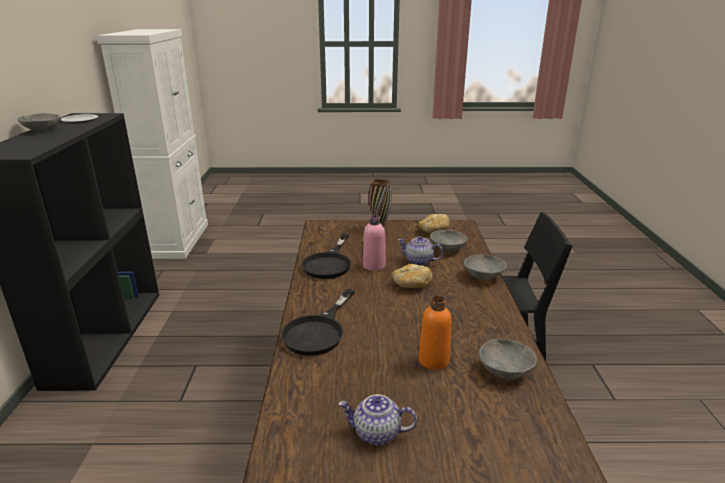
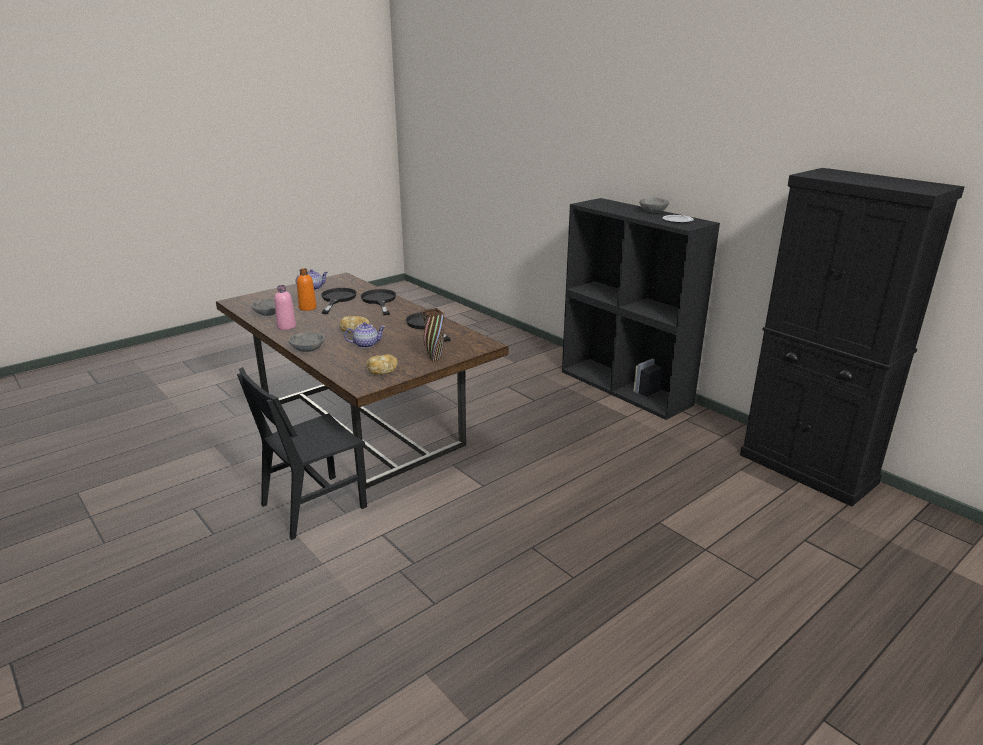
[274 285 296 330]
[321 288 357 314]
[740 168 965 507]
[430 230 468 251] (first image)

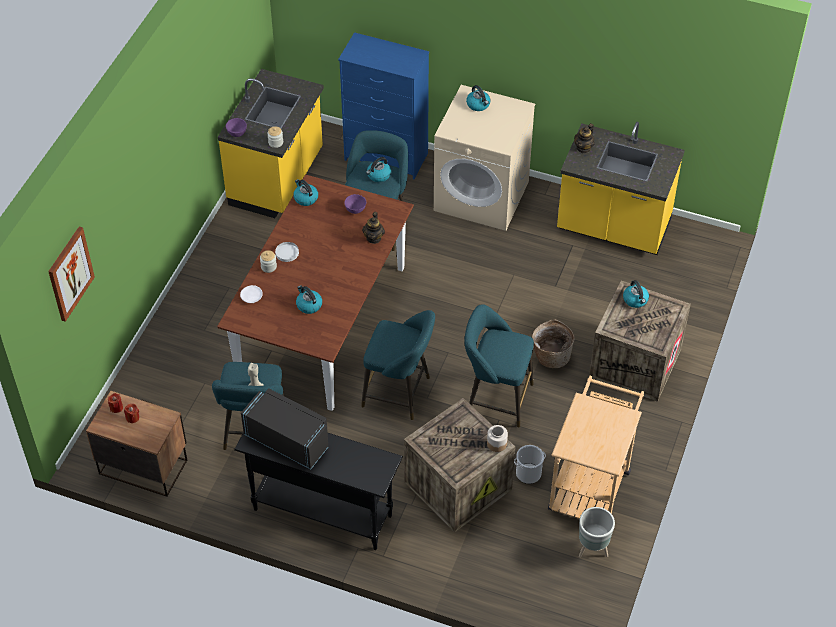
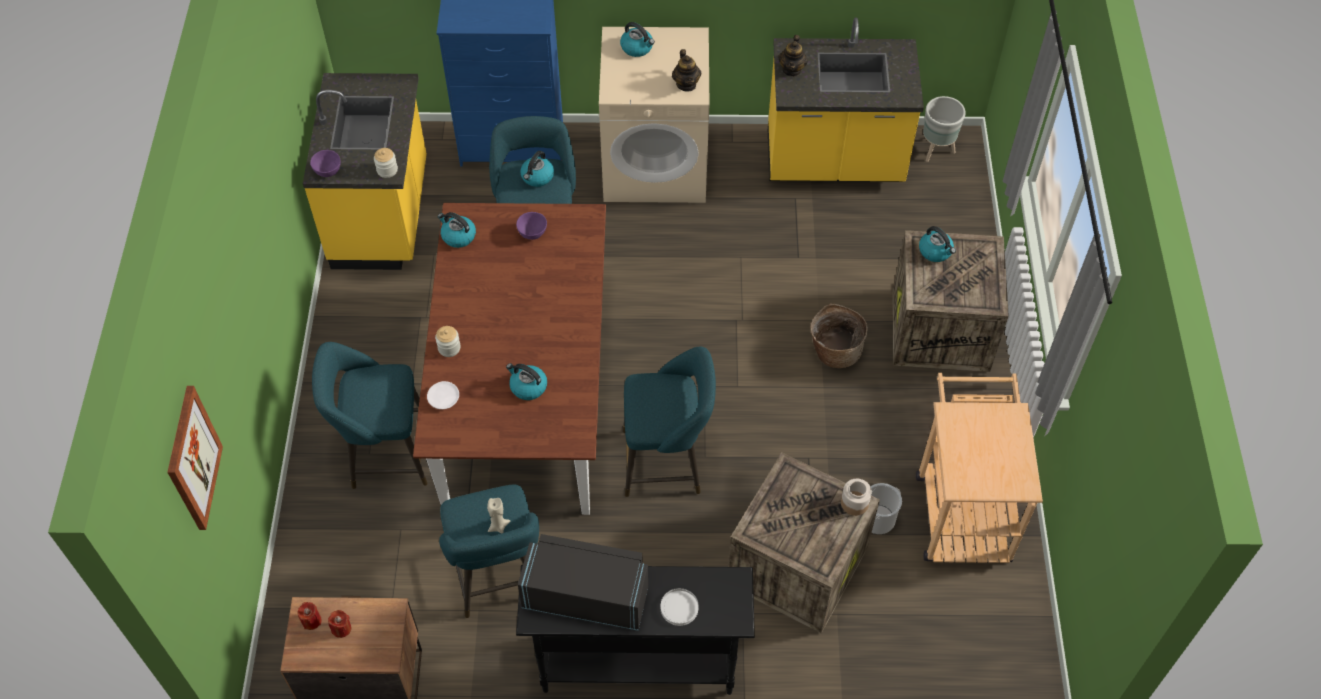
[312 342 428 489]
[661 588 699 626]
[672 49 701 92]
[923 96 966 162]

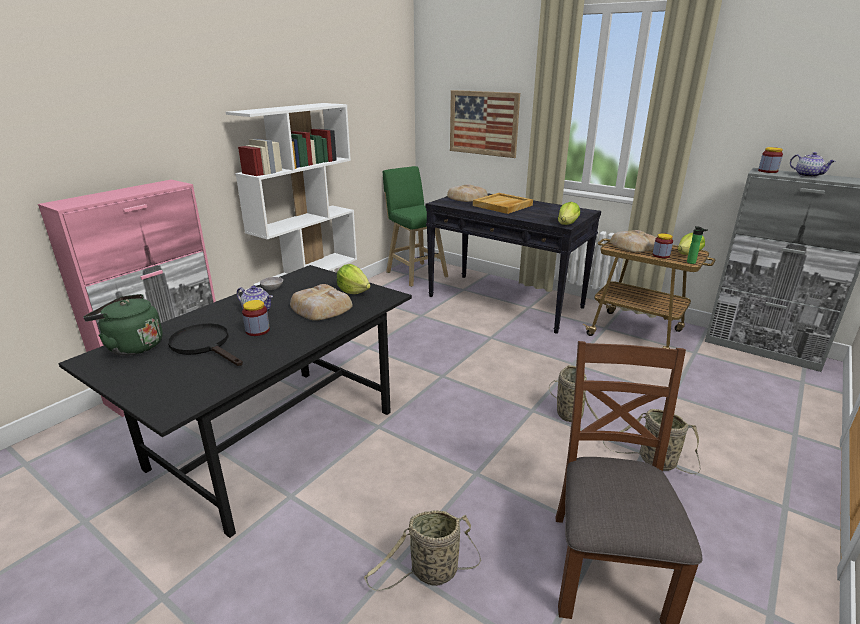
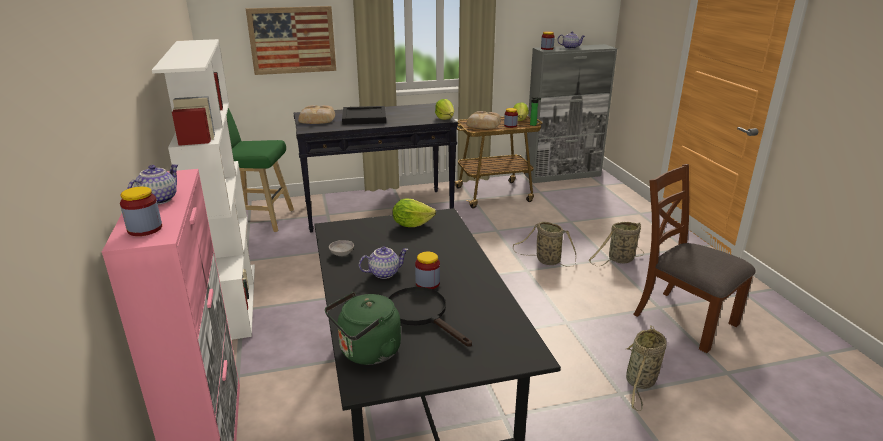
[120 187 162 236]
[128 164 178 205]
[342 106 386 125]
[389 287 472 347]
[290 284 353 321] (first image)

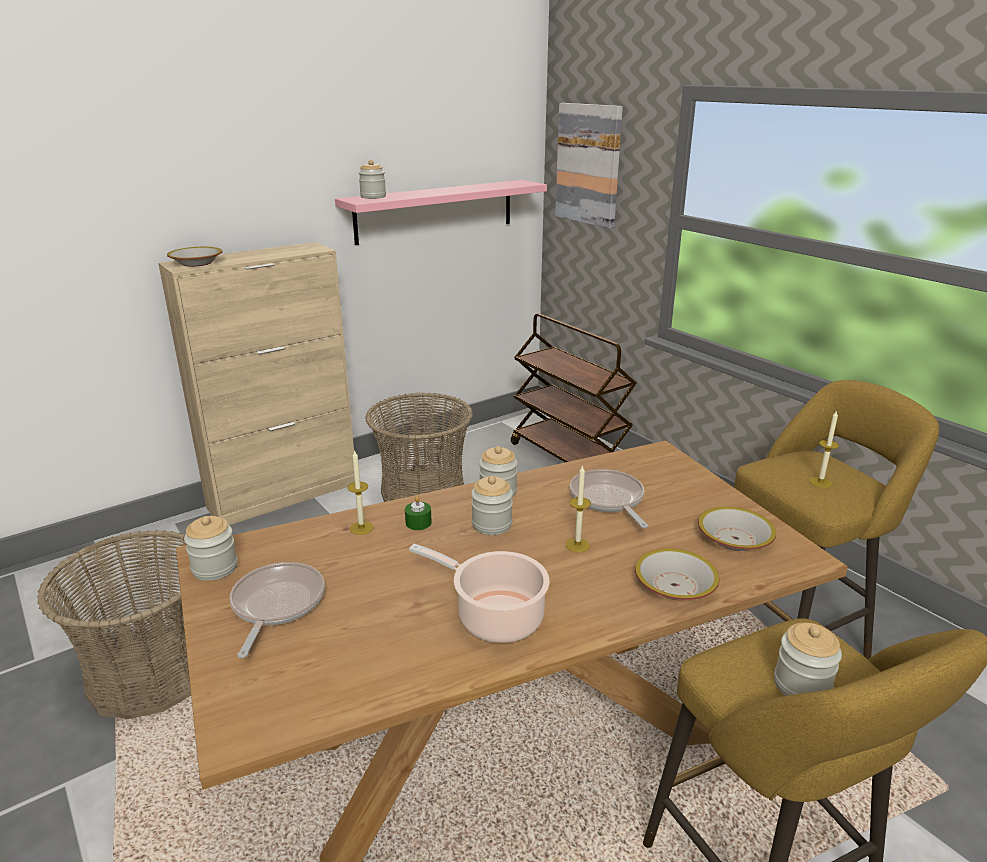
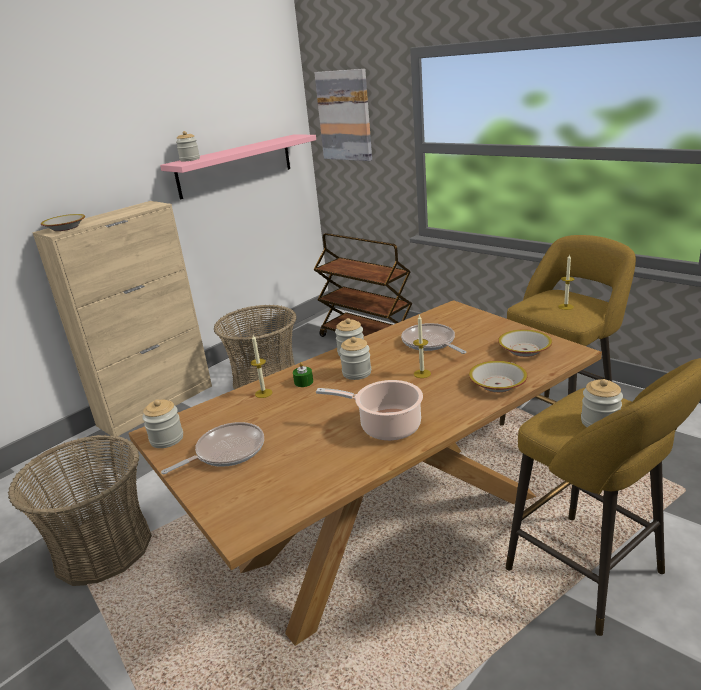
[161 422 264 474]

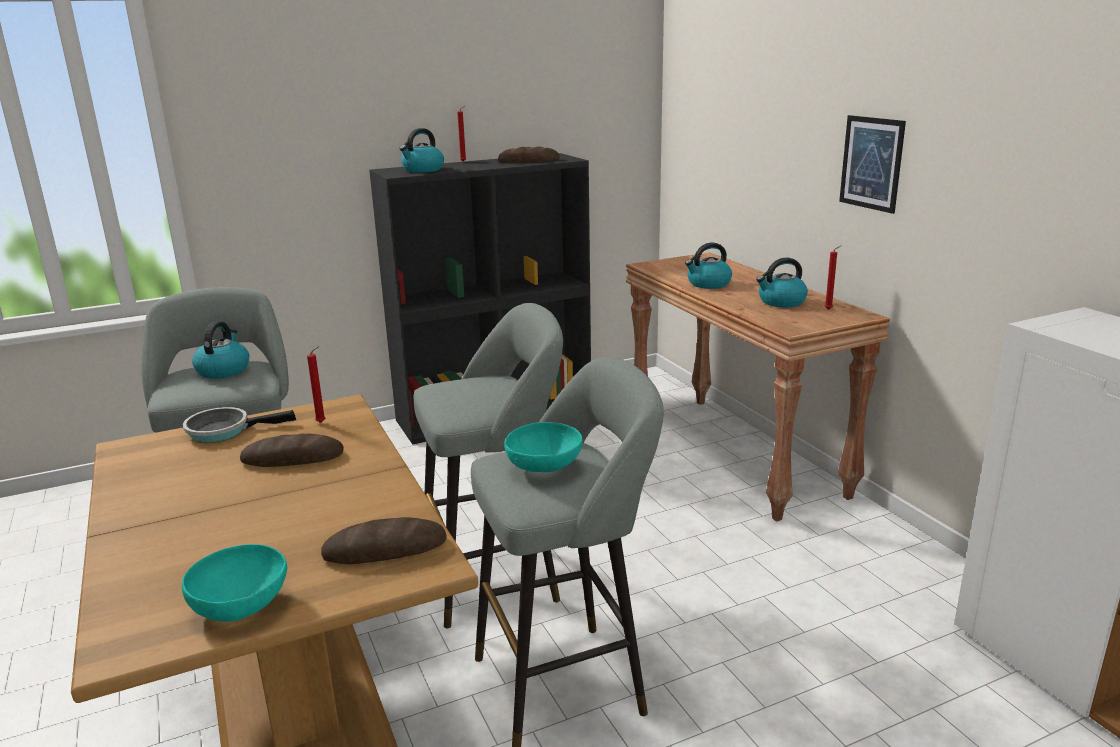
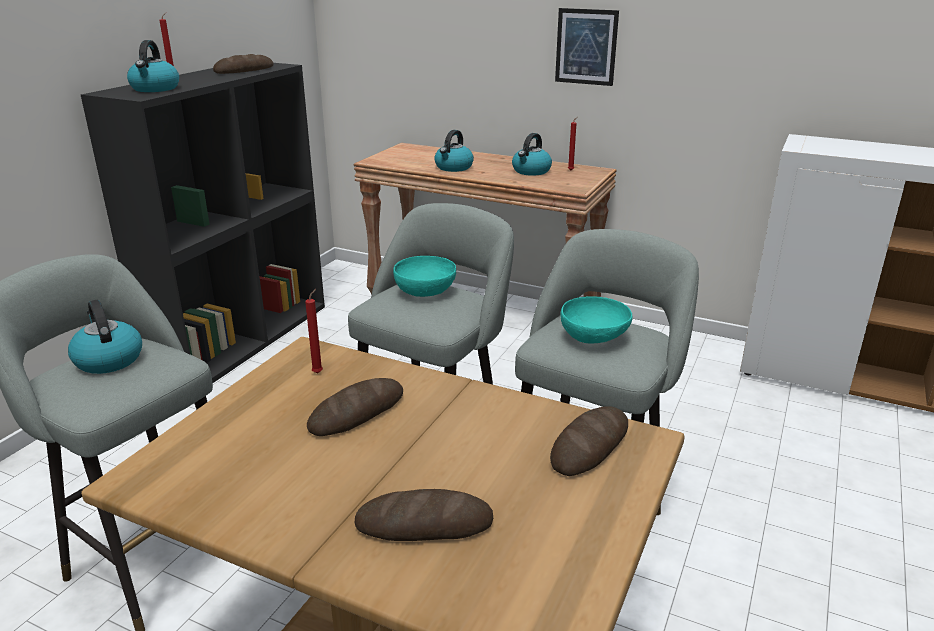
[355 489 493 541]
[393 256 456 297]
[183 407 296 443] (first image)

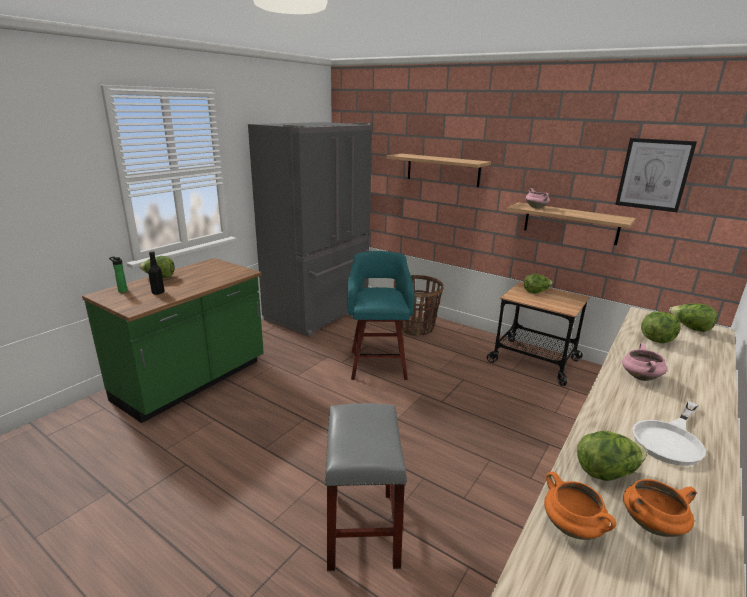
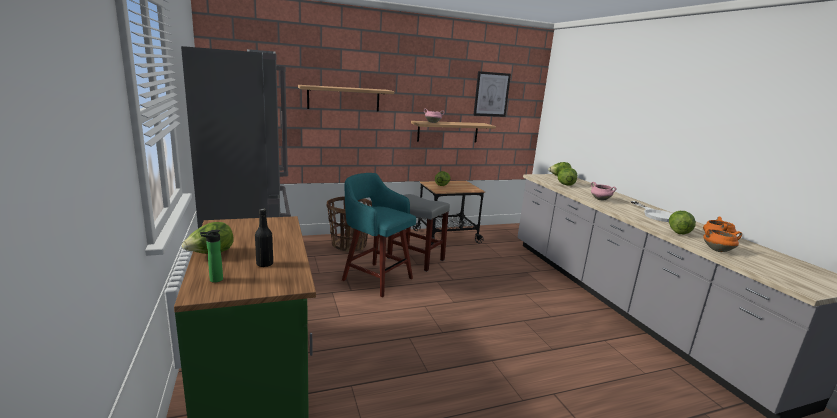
[387 194 450 272]

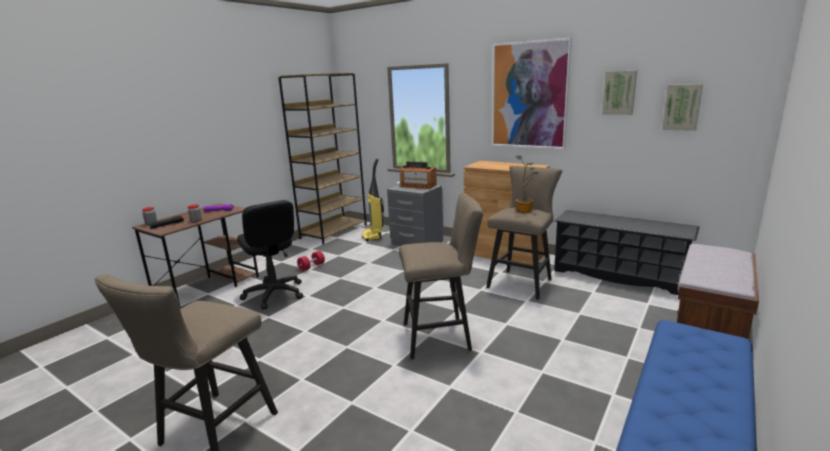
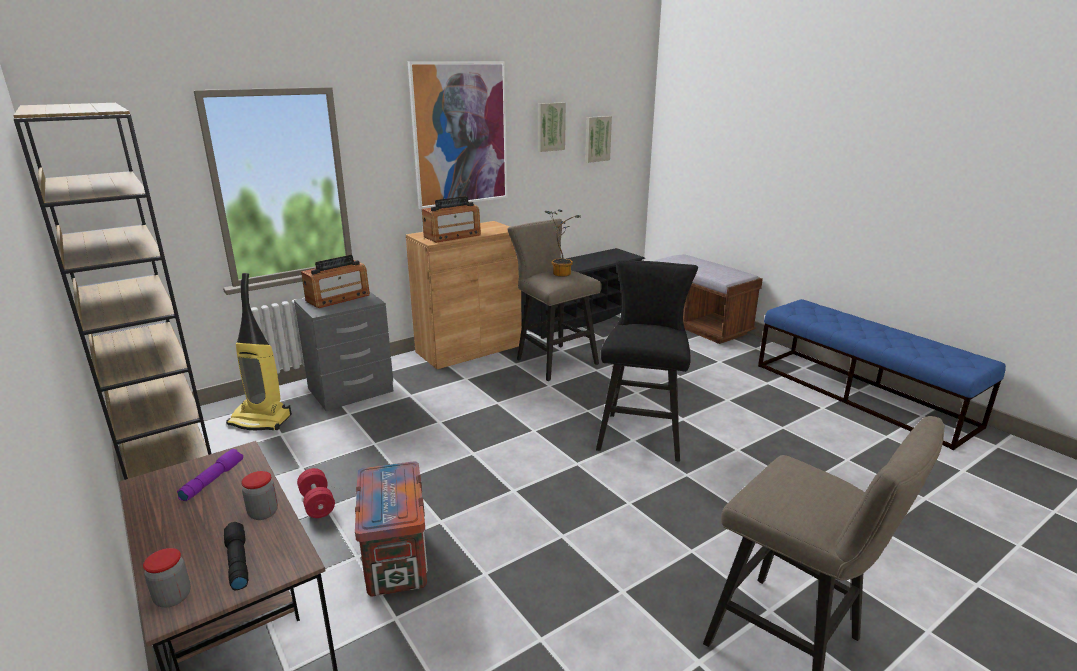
[355 461 428 596]
[422 196 481 243]
[596 260 698 462]

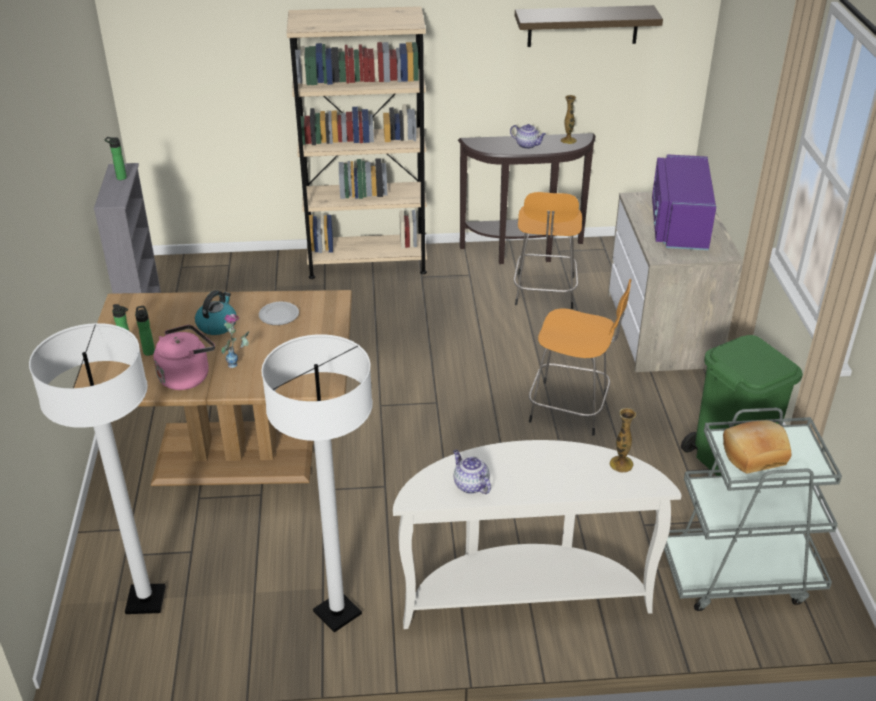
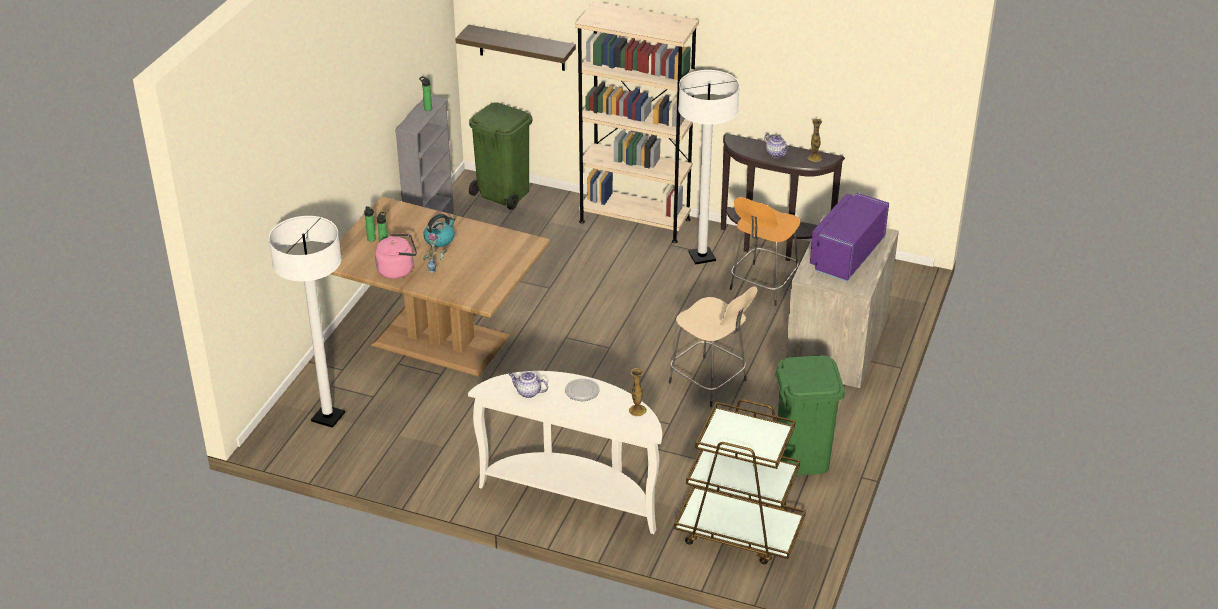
[455 24 576 71]
[469 102 533 210]
[509 371 548 398]
[565 378 600 401]
[669 286 757 407]
[674 399 806 564]
[678 70 740 265]
[723 420 791 474] (first image)

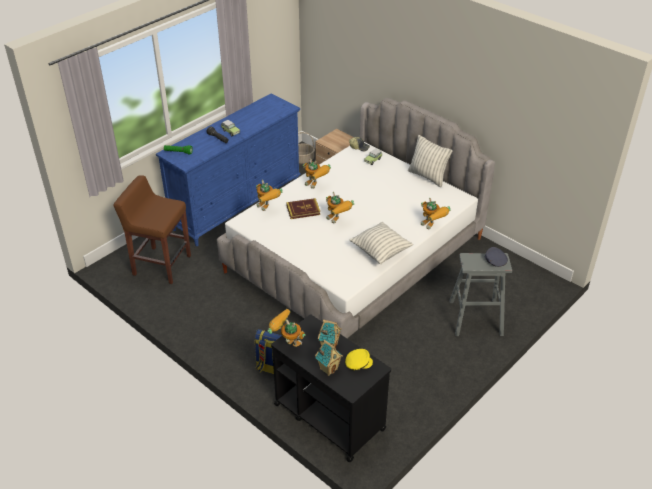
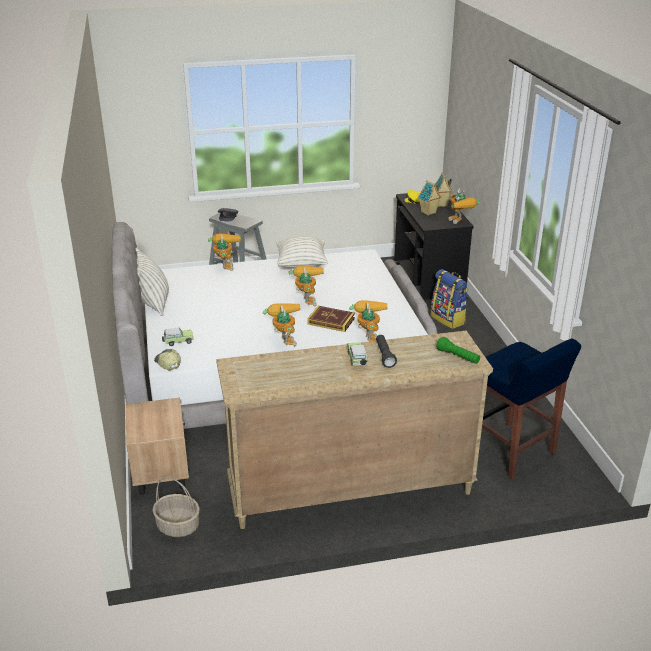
[216 331 493 529]
[482 338 581 479]

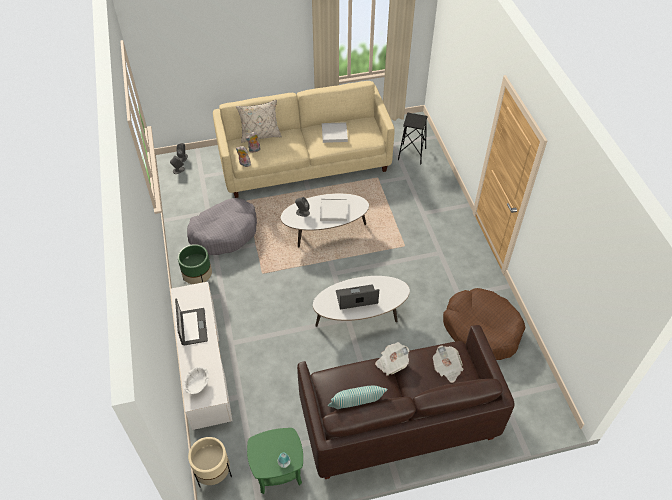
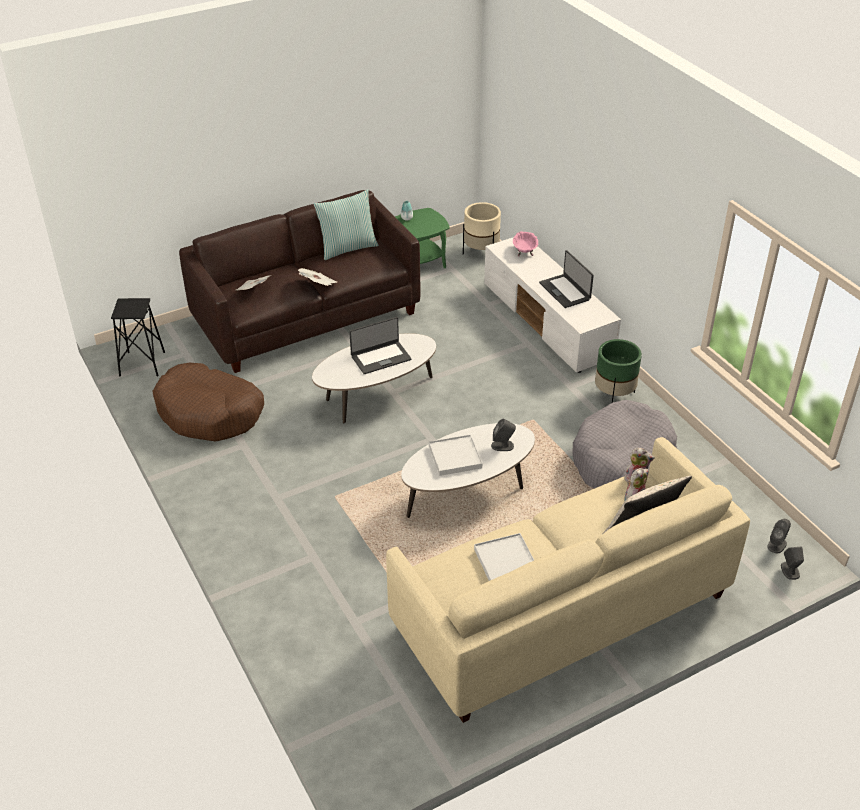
[111 298 165 377]
[513 232 538 256]

